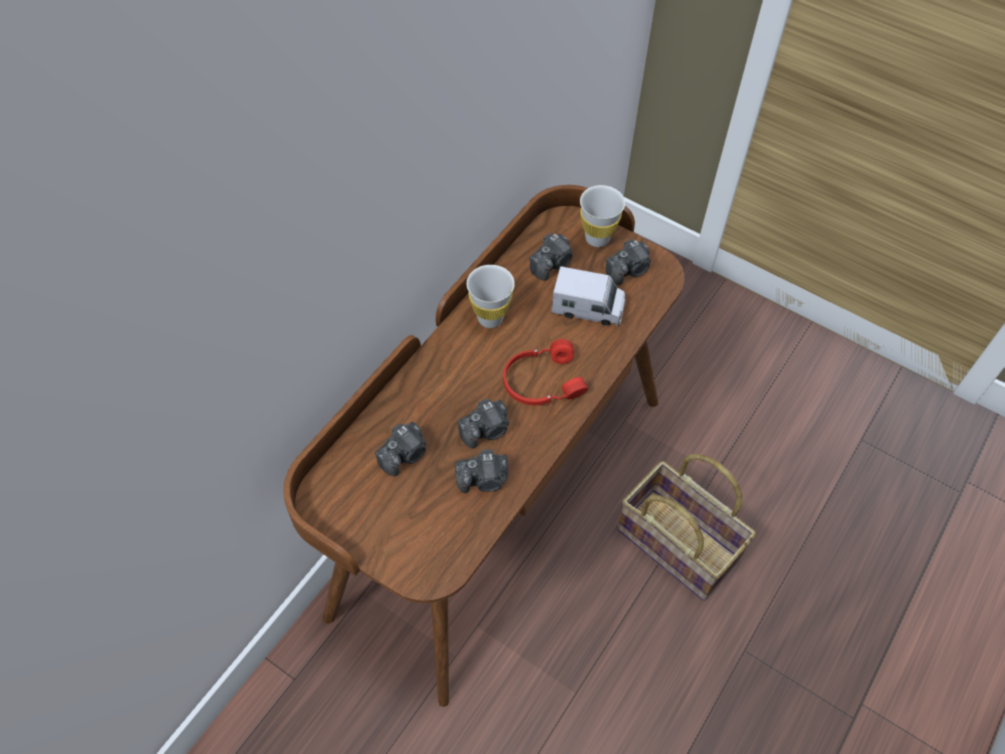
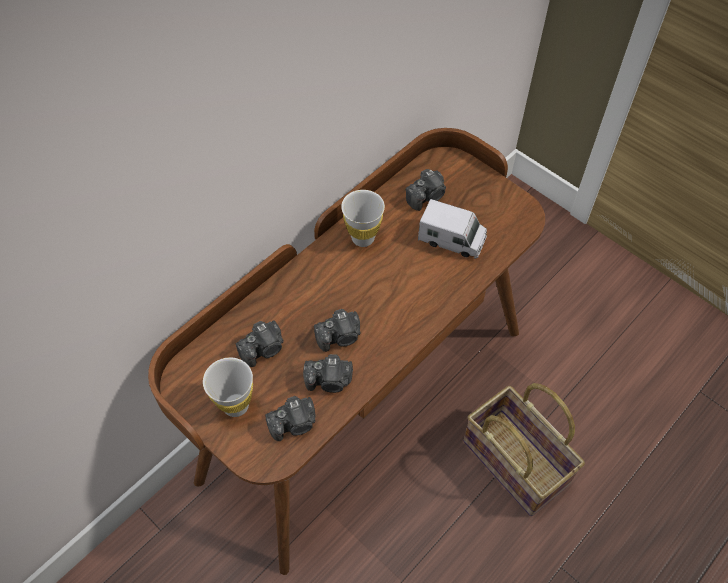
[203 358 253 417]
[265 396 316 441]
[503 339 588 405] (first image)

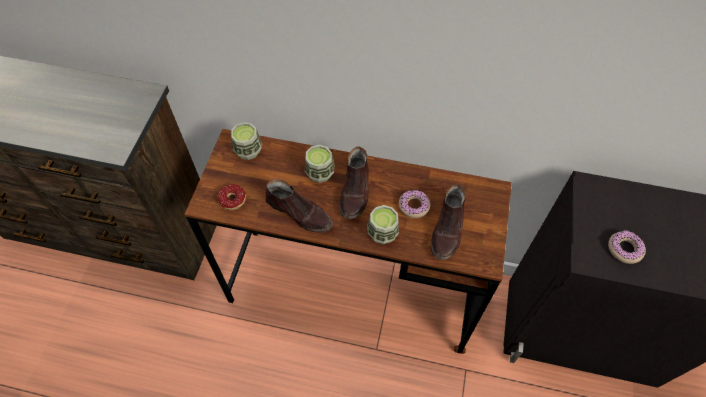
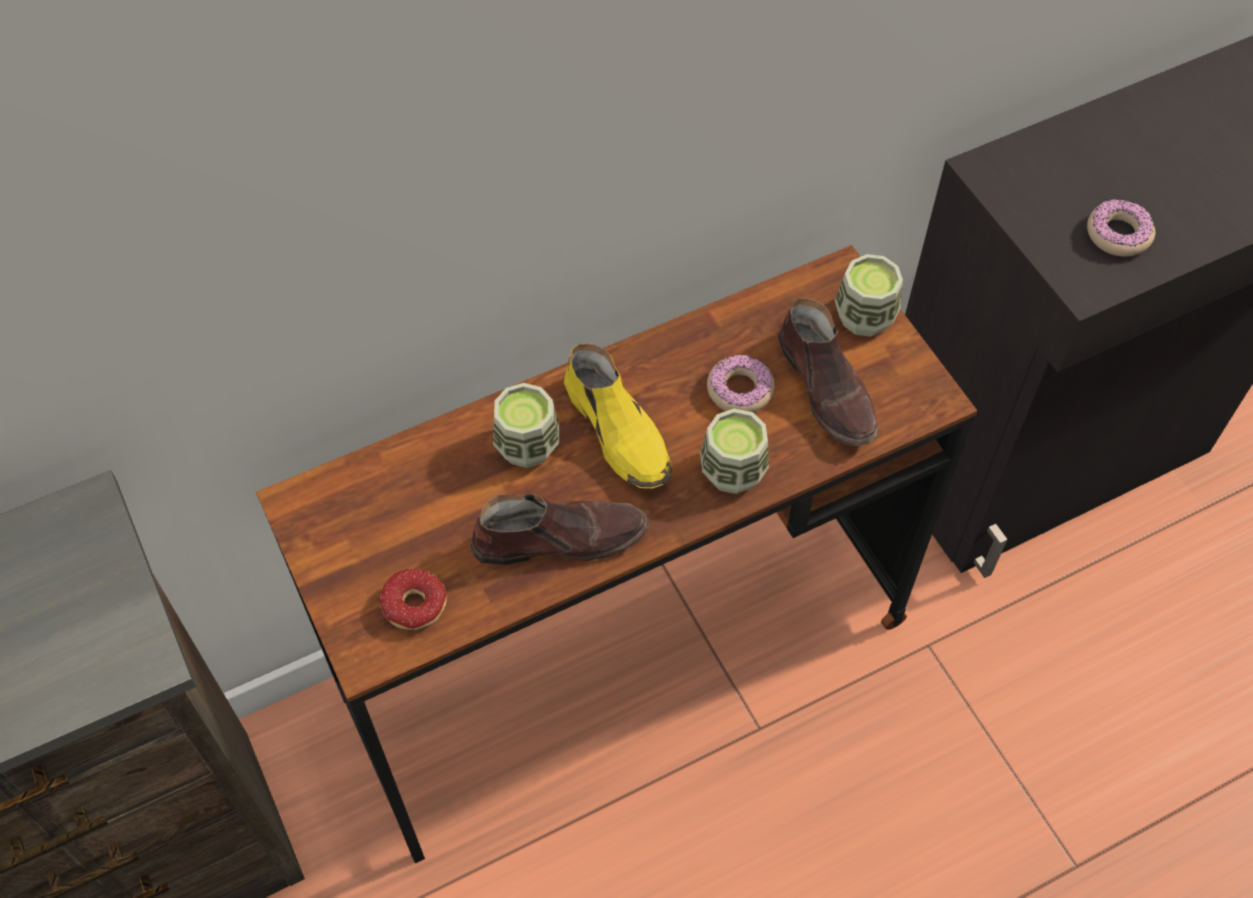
[564 343 672 489]
[835 254 903 337]

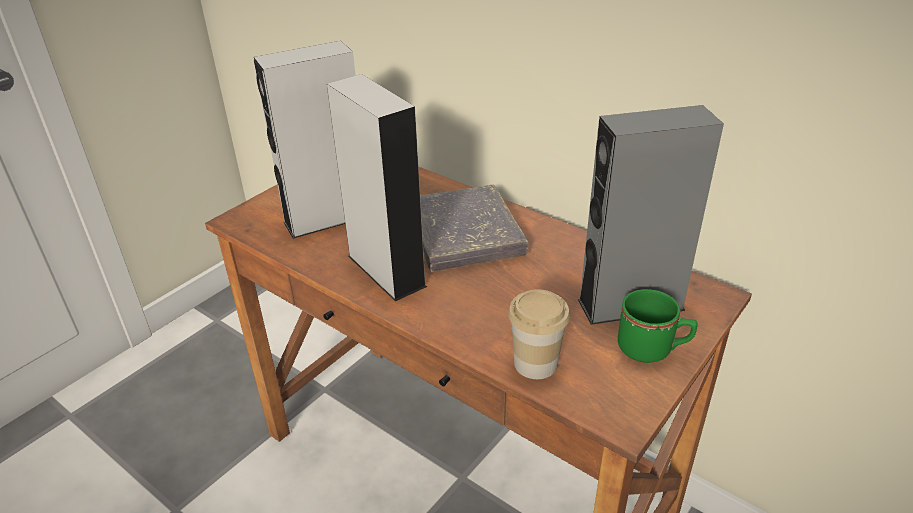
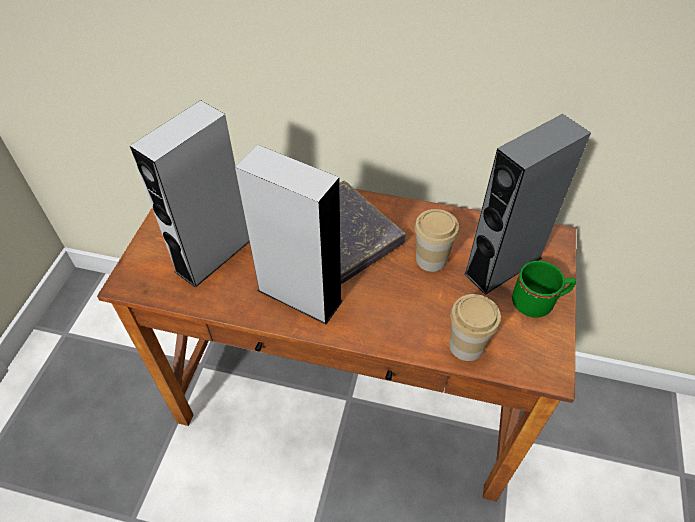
[415 209 459 272]

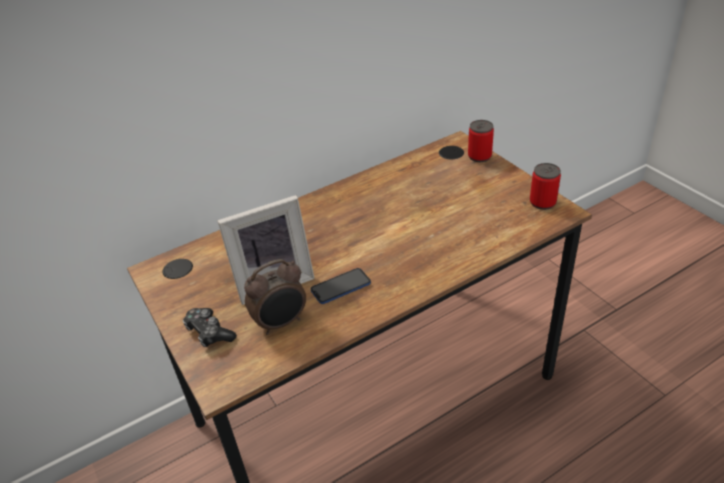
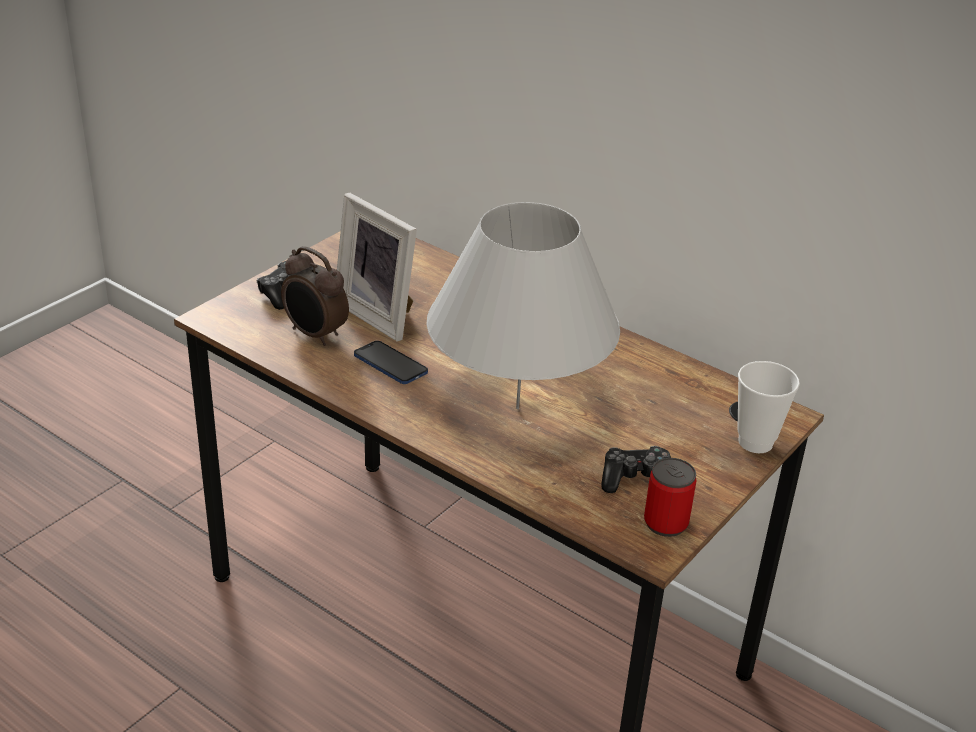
[427 202 620 409]
[601 446 671 493]
[738 361 800 453]

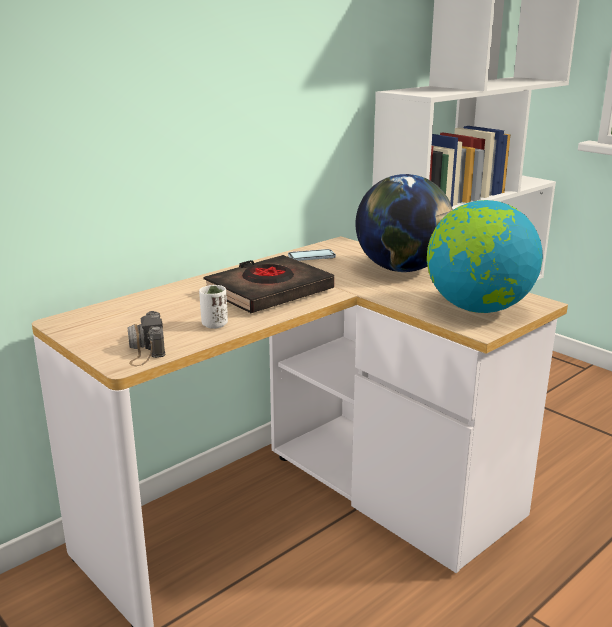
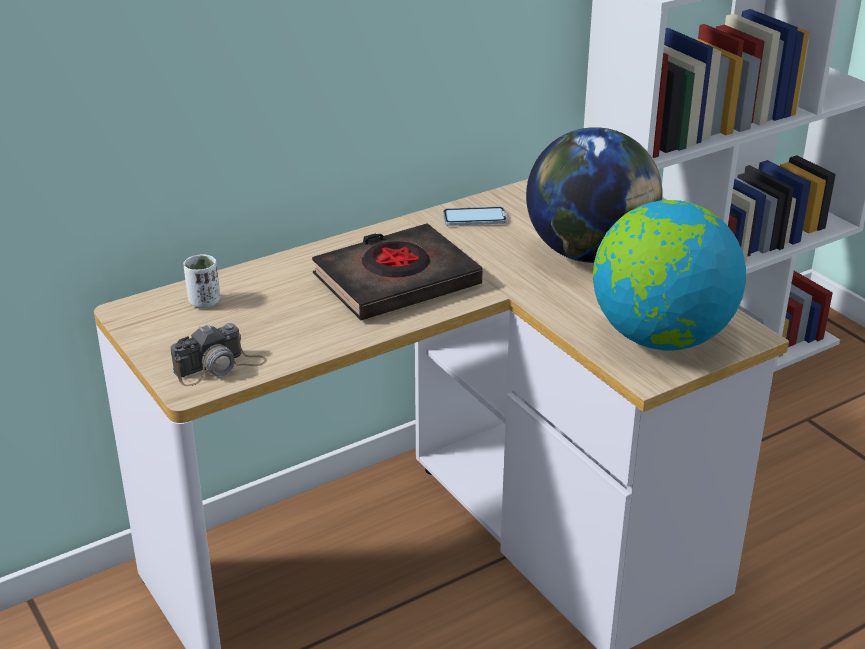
[171 323 267 386]
[183 254 220 308]

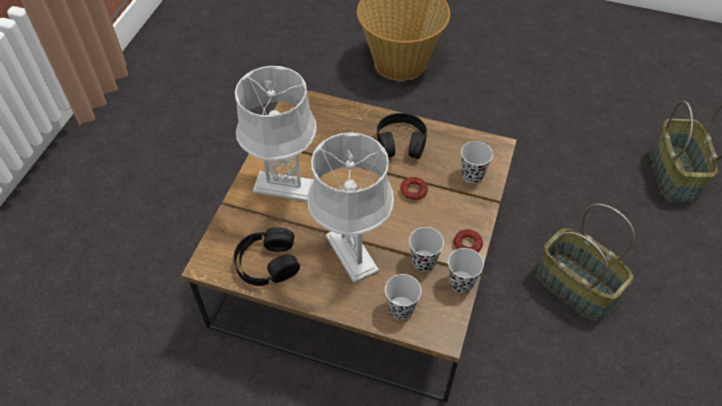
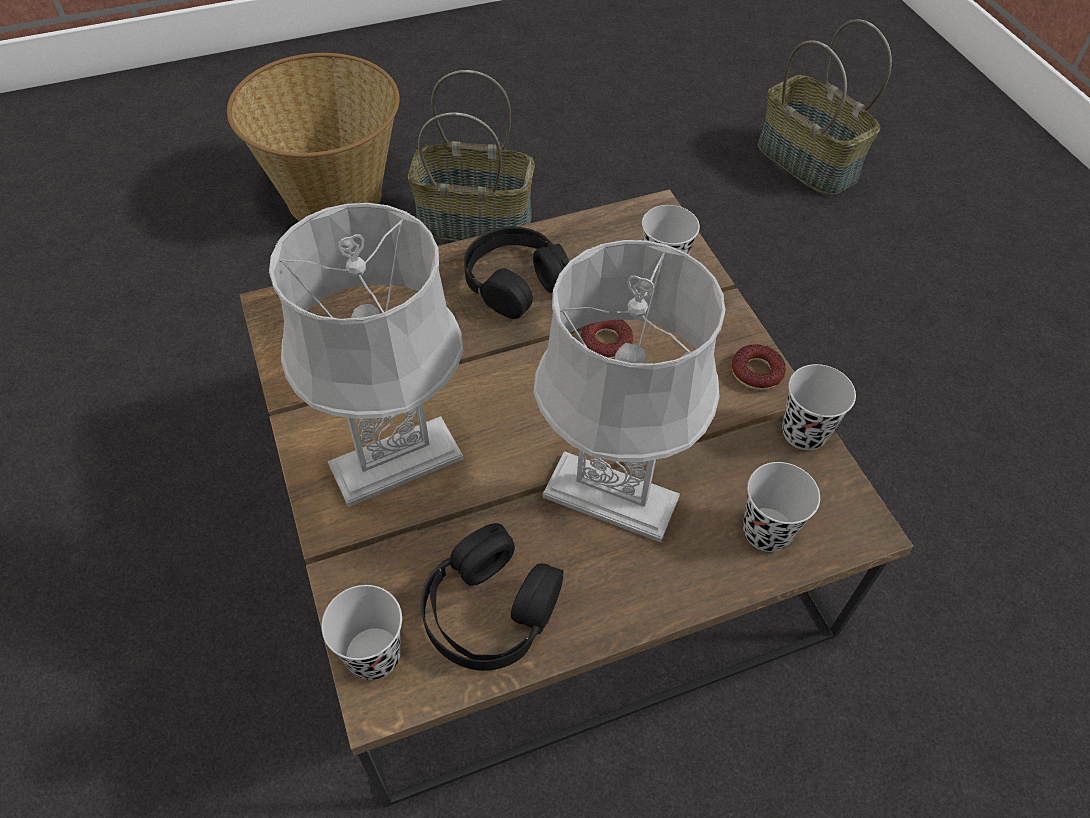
[321 585 402 680]
[408 70 535 241]

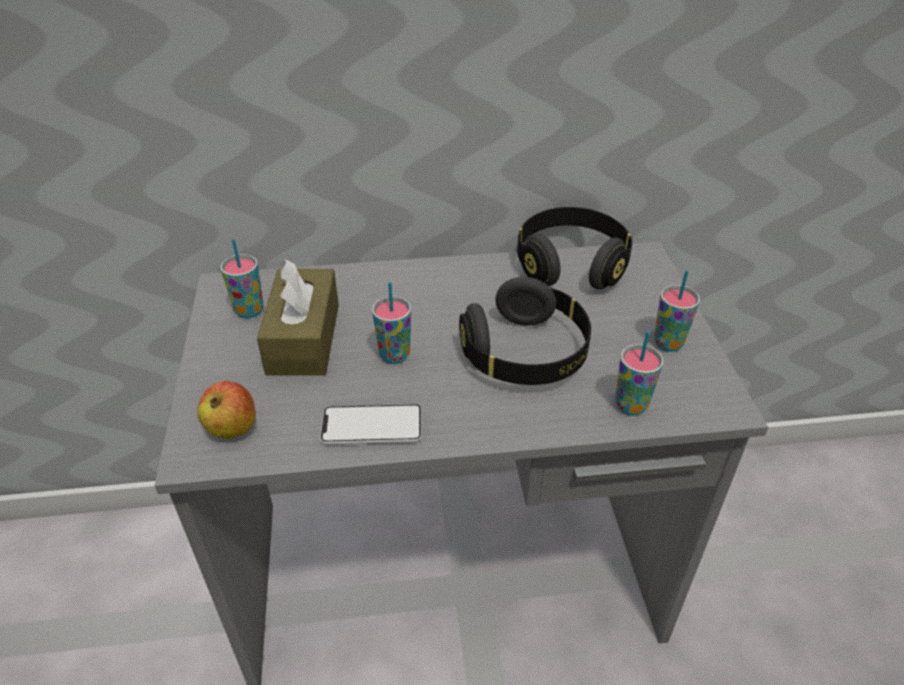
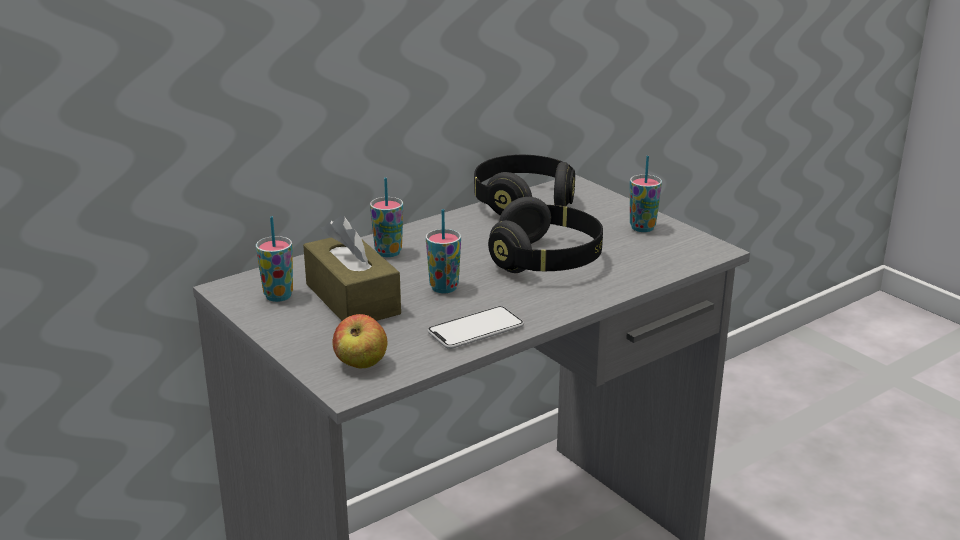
[370 178 403 257]

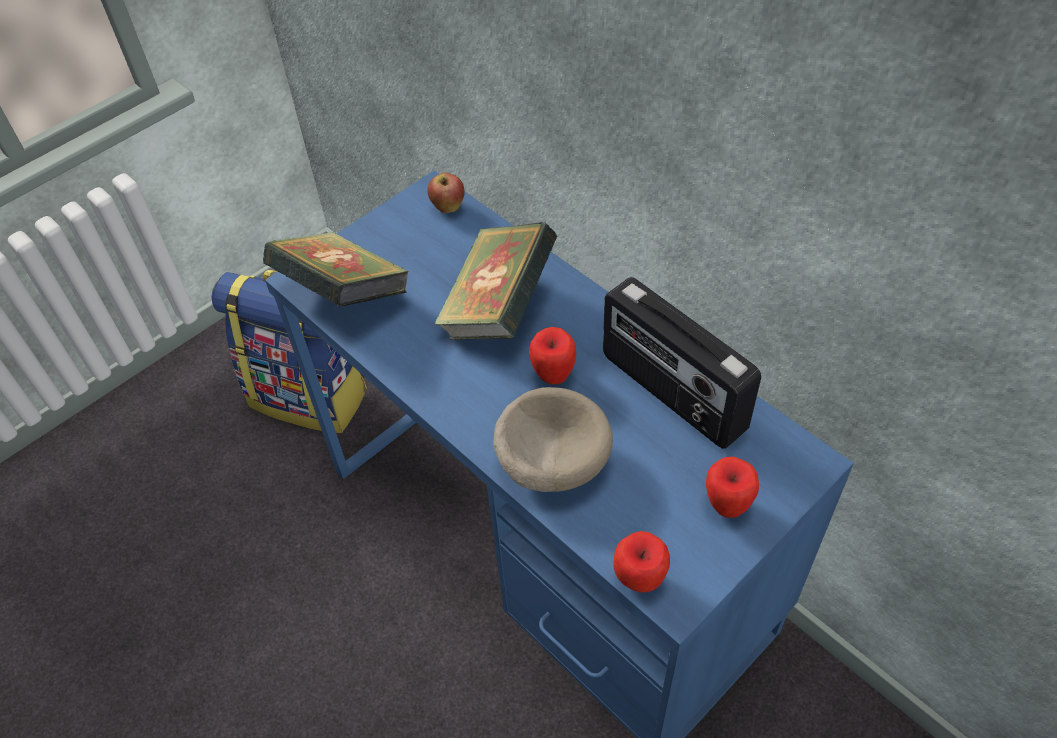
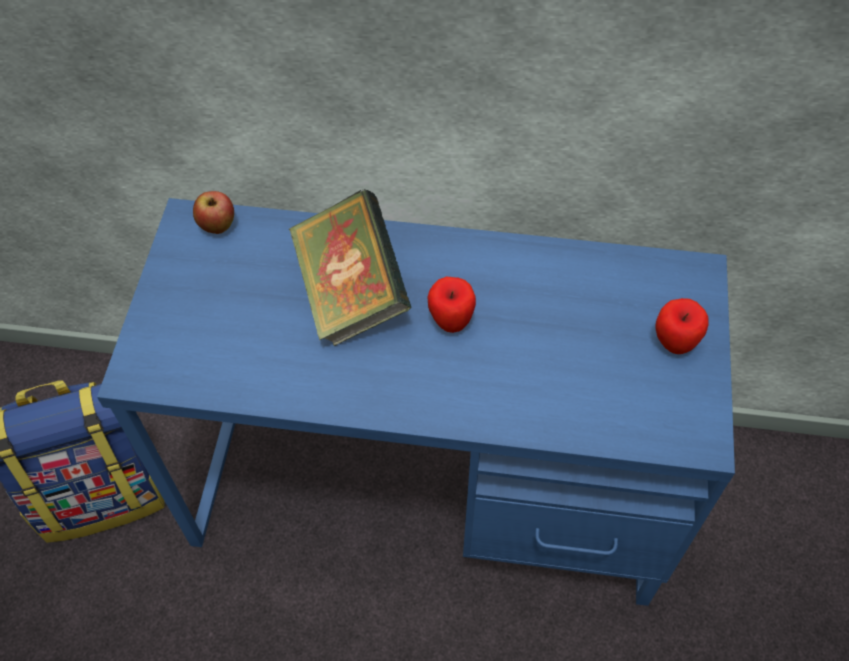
[263 232 410 307] (first image)
[493 387 613 492] (first image)
[603 277 761 449] (first image)
[613 531 670 592] (first image)

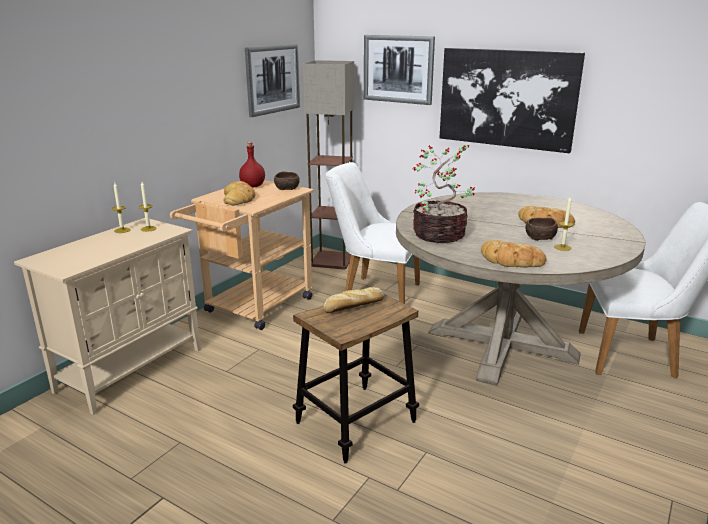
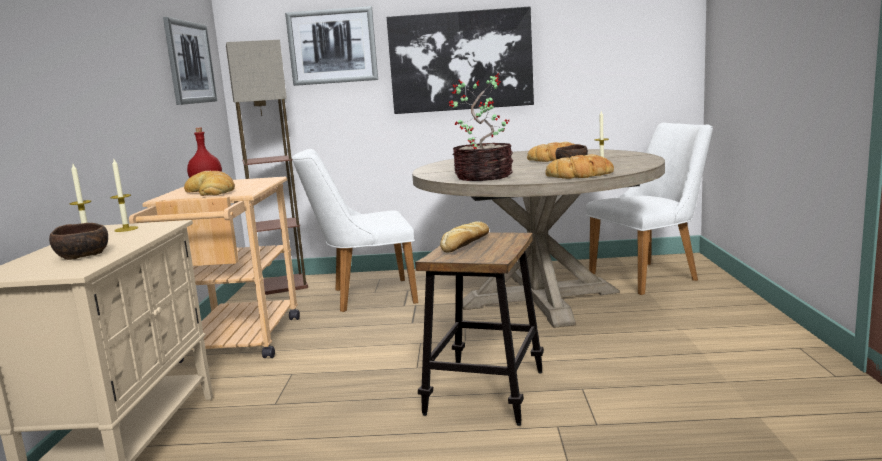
[49 223 108 260]

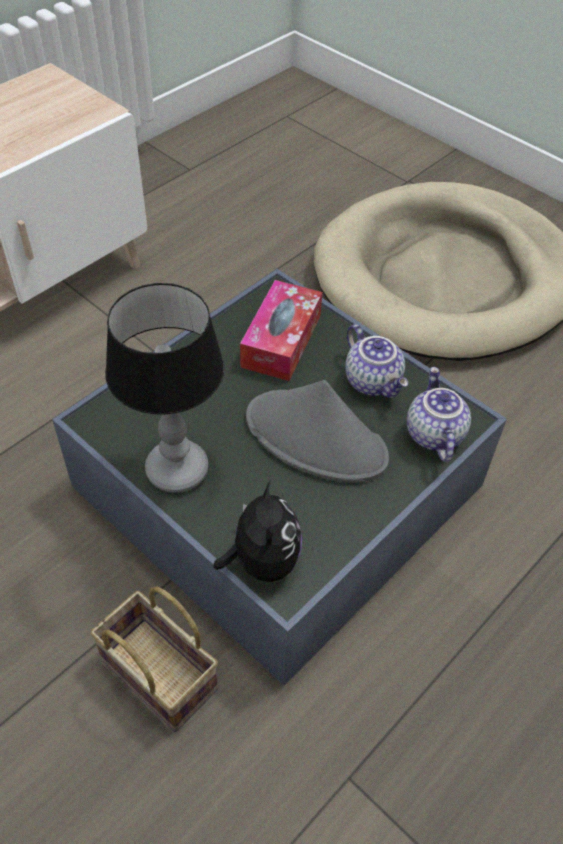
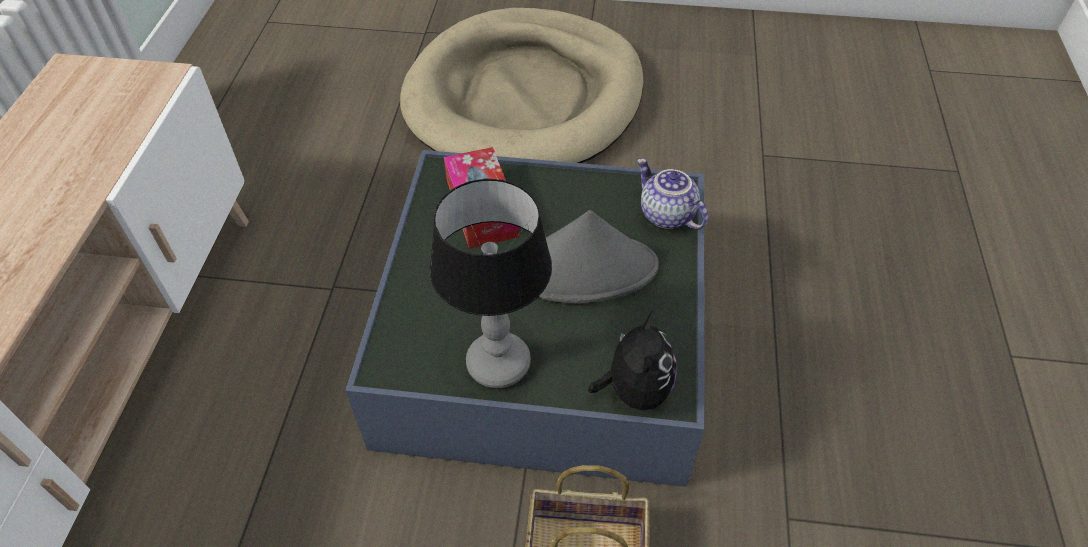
[588 312 677 410]
[345 324 408 398] (first image)

